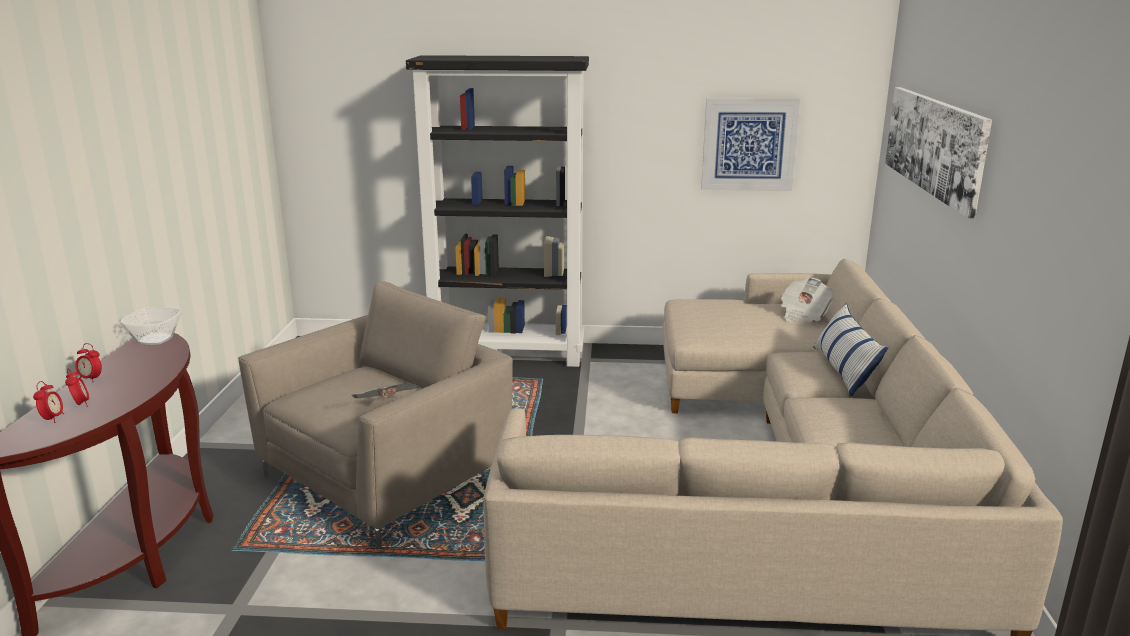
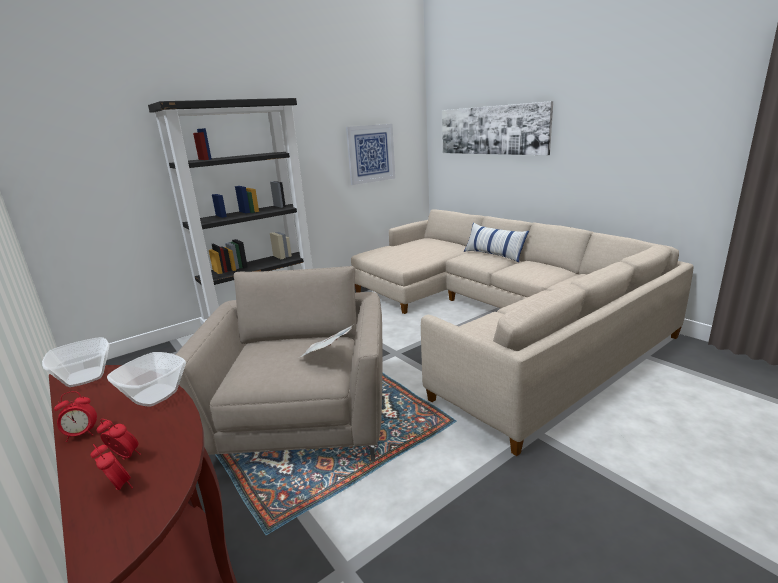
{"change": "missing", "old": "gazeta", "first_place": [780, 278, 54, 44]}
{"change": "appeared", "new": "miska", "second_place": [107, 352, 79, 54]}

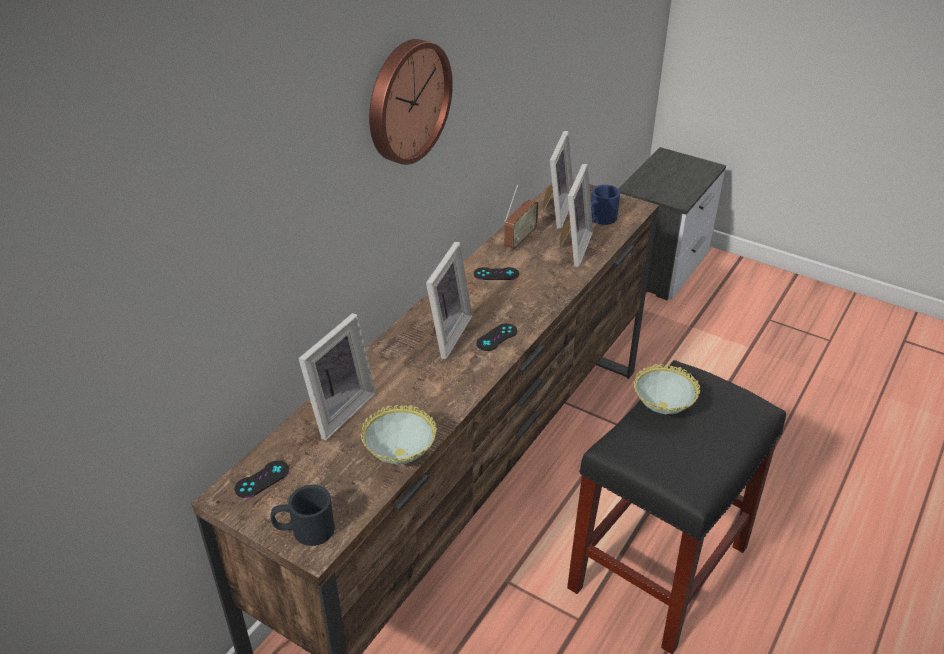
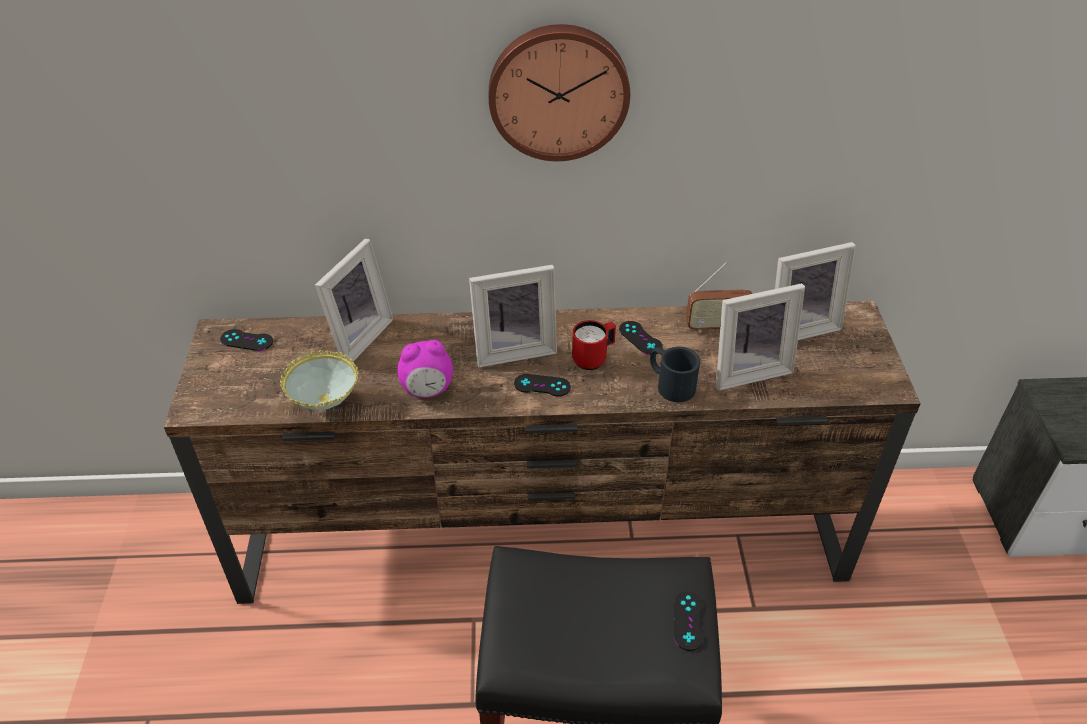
{"change": "missing", "old": "kubek (niebieski)", "first_place": [591, 185, 29, 40]}
{"change": "spun", "old": "ramka na zdjęcie", "first_place": [298, 313, 78, 127], "second_place": [315, 238, 79, 127], "degrees": -60}
{"change": "missing", "old": "miska", "first_place": [634, 364, 66, 50]}
{"change": "relocated", "old": "kubek (czarny)", "first_place": [271, 485, 64, 61], "second_place": [650, 347, 50, 55]}
{"change": "appeared", "new": "kubek (czerwony)", "second_place": [572, 320, 44, 50]}
{"change": "appeared", "new": "budzik", "second_place": [398, 340, 55, 58]}
{"change": "appeared", "new": "pad do gier (czarny)", "second_place": [674, 591, 30, 60]}

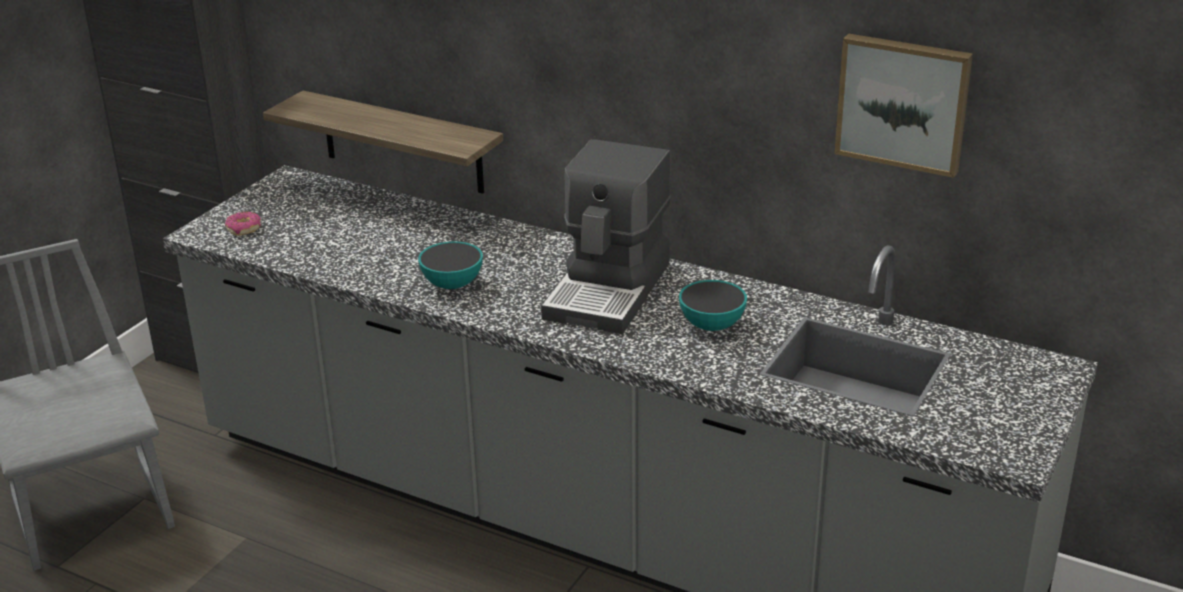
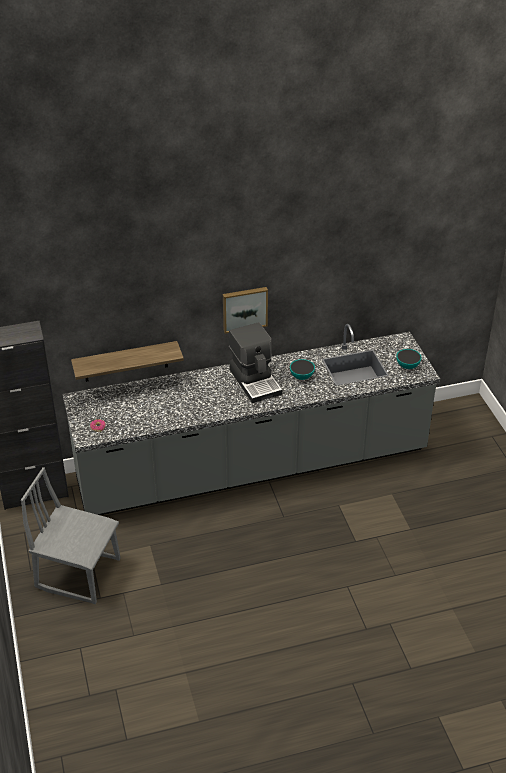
{"change": "relocated", "old": "obraz", "first_place": [834, 33, 139, 145], "second_place": [223, 287, 45, 47]}
{"change": "relocated", "old": "miska", "first_place": [418, 241, 65, 48], "second_place": [396, 349, 26, 20]}

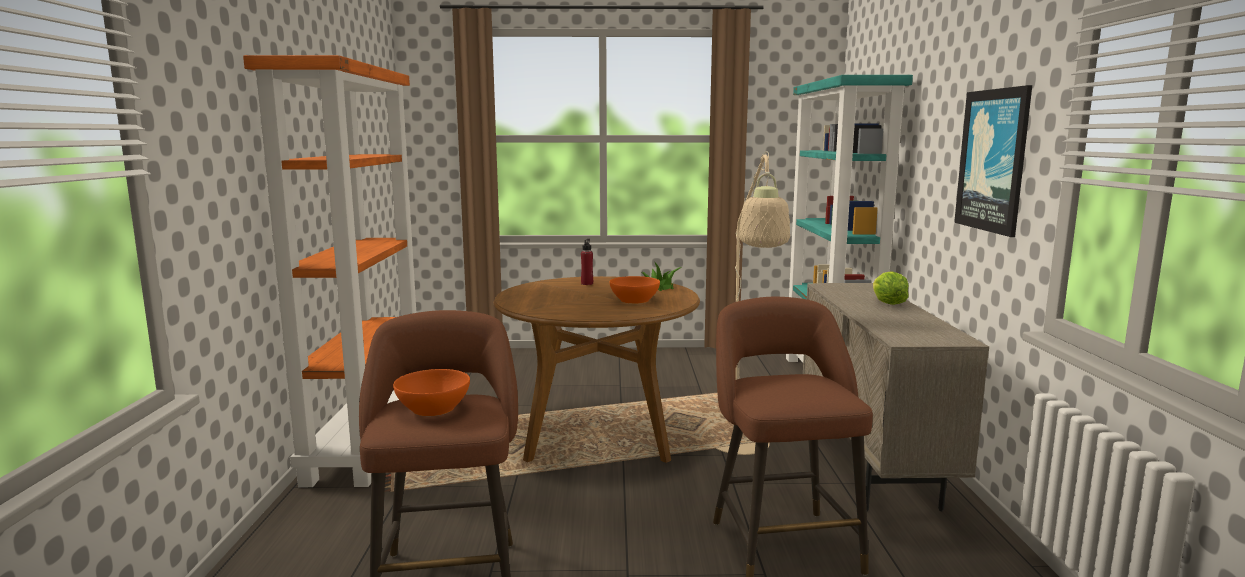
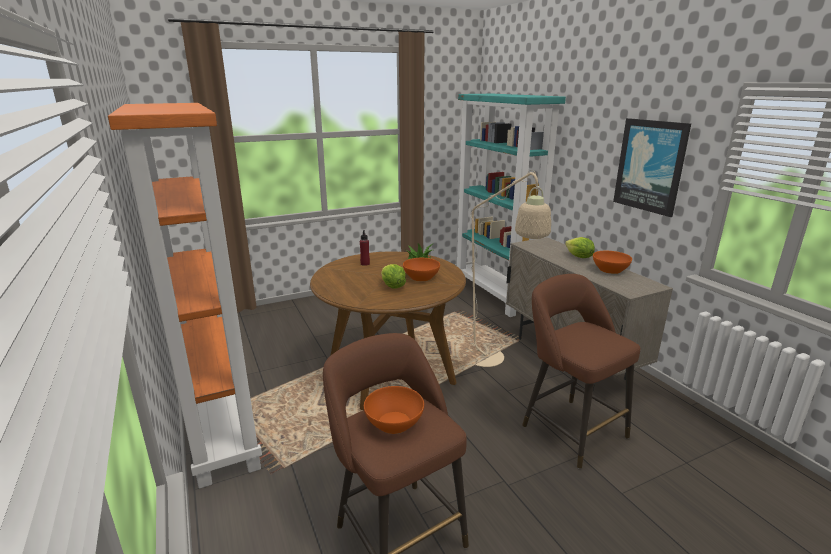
{"change": "appeared", "new": "miska (pomarańczowy)", "second_place": [593, 251, 39, 23]}
{"change": "appeared", "new": "sałata", "second_place": [381, 264, 25, 24]}

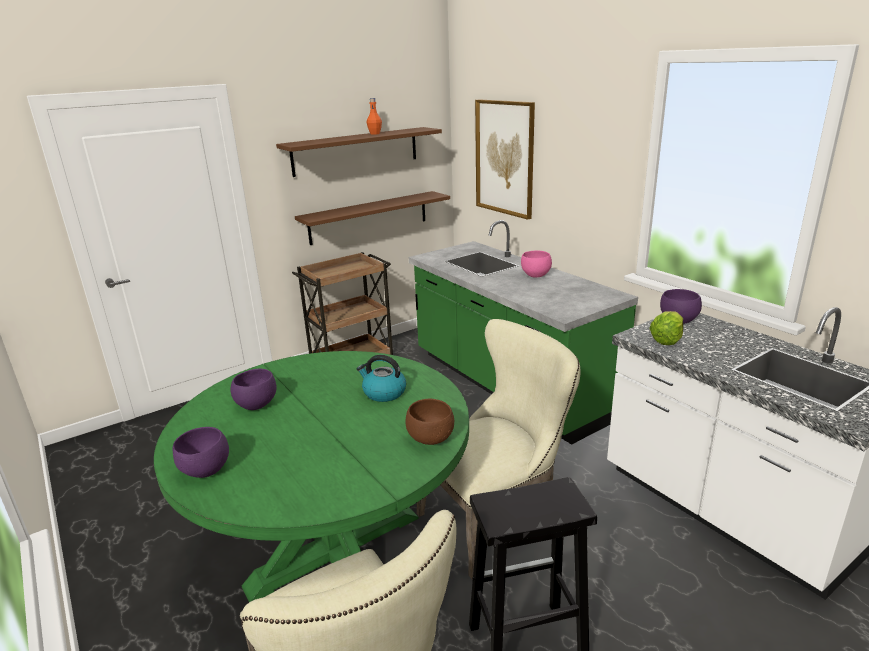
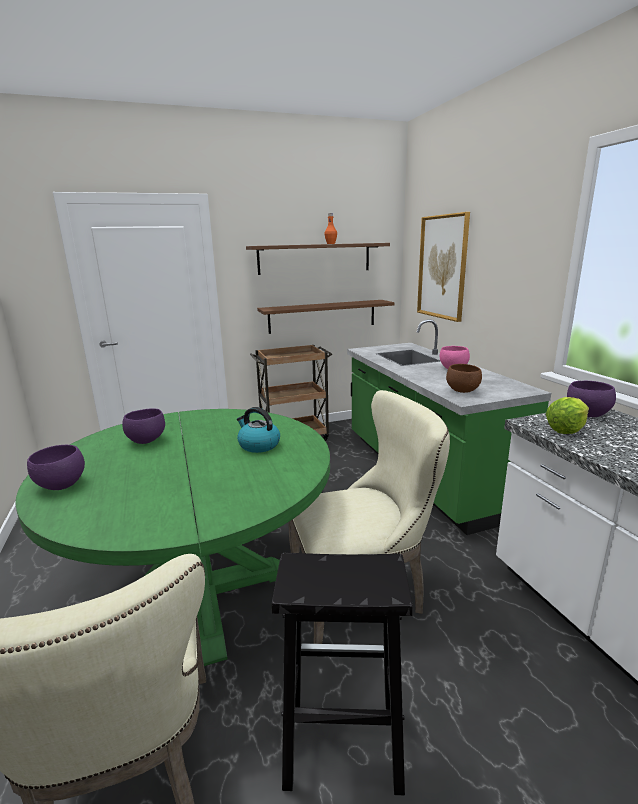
{"change": "relocated", "old": "miska (brązowy)", "first_place": [405, 399, 49, 46], "second_place": [446, 364, 36, 29]}

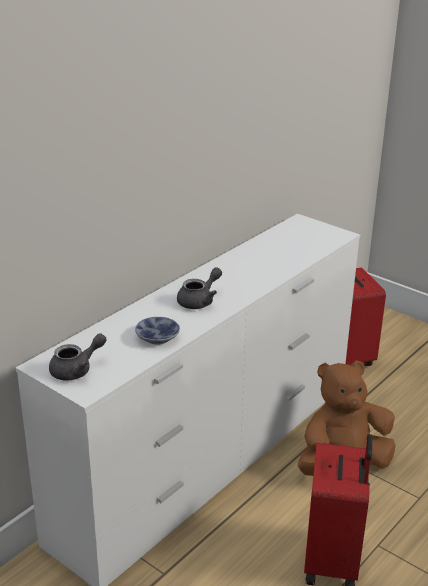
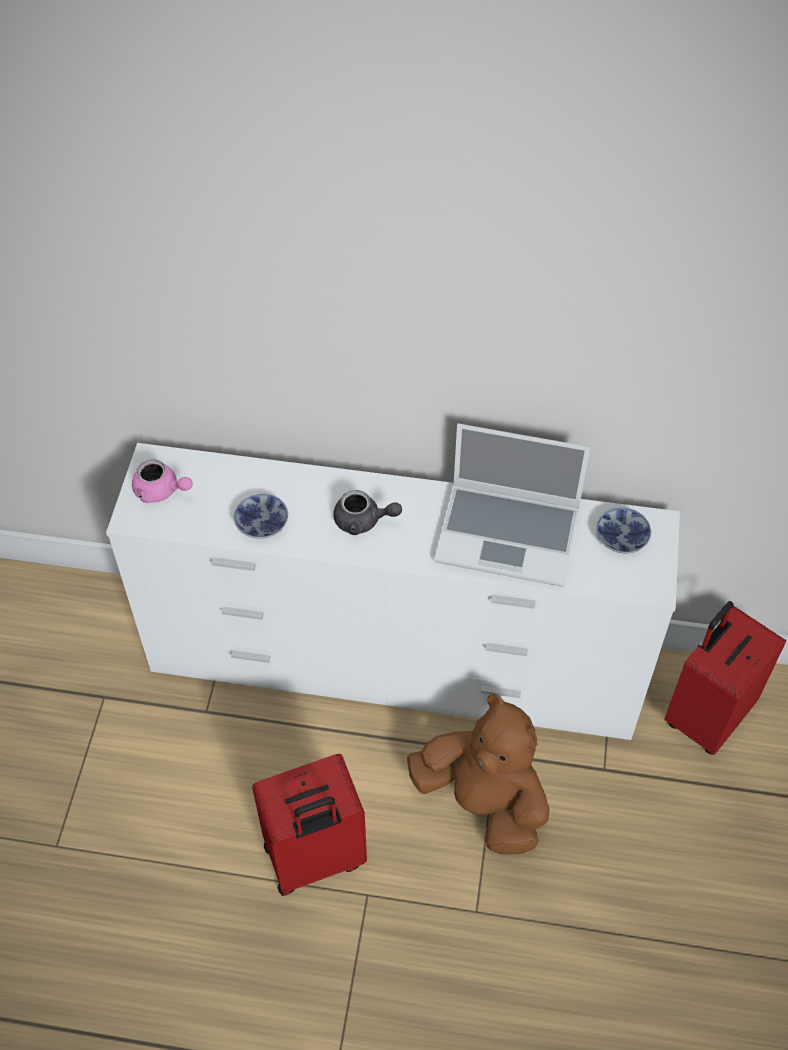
{"change": "colour", "old": "imbryk (szary)", "new": "imbryk (różowy)", "first_place": [49, 334, 58, 47], "second_place": [132, 459, 61, 44]}
{"change": "appeared", "new": "laptop", "second_place": [434, 423, 157, 164]}
{"change": "appeared", "new": "miska", "second_place": [596, 508, 55, 45]}

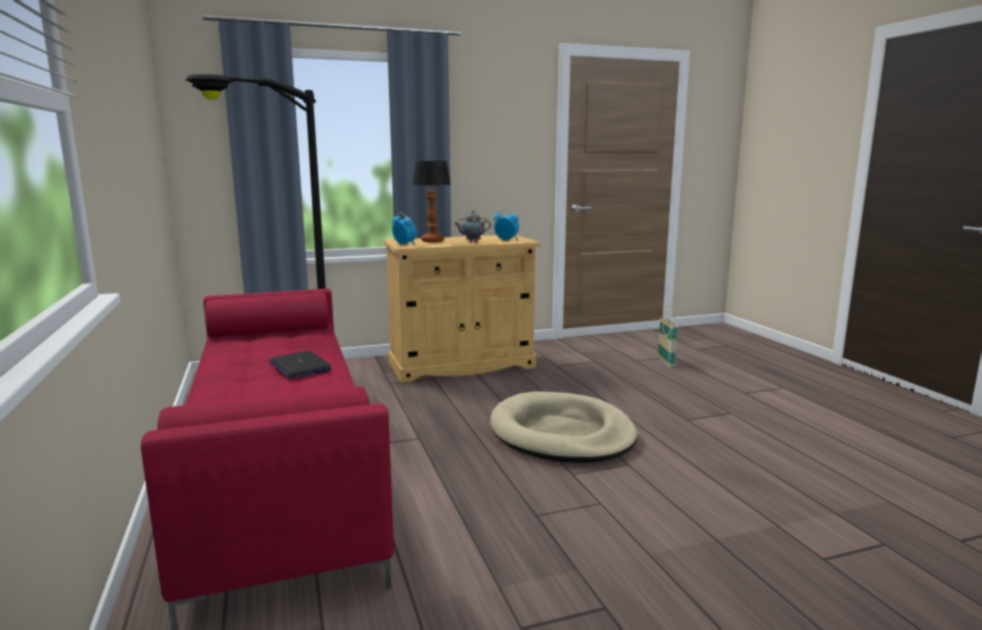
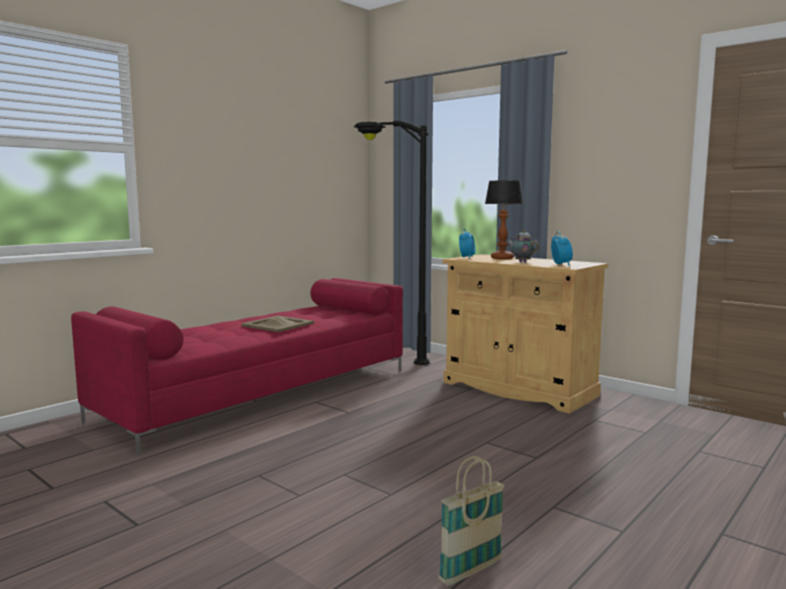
{"change": "relocated", "old": "koszyk", "first_place": [658, 305, 20, 62], "second_place": [439, 456, 65, 130]}
{"change": "exchanged", "old": "laptop", "new": "taca (beżowy)", "first_place": [269, 351, 63, 28], "second_place": [241, 316, 73, 16]}
{"change": "missing", "old": "legowisko (beżowy)", "first_place": [490, 391, 148, 71]}

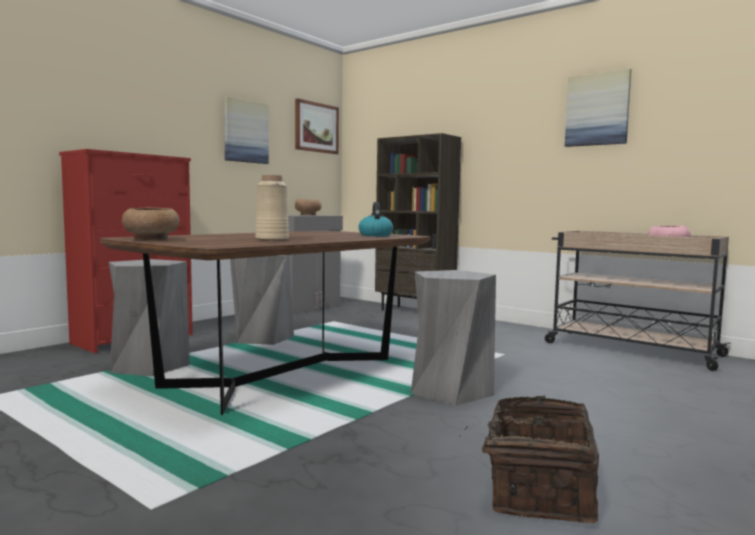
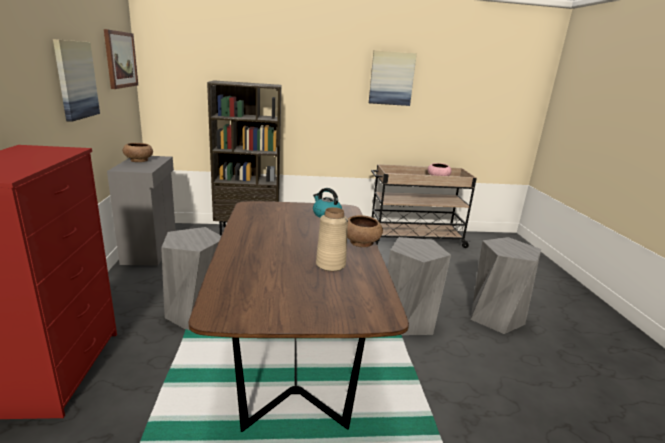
{"change": "relocated", "old": "miska (brązowy)", "first_place": [122, 207, 58, 34], "second_place": [347, 215, 36, 32]}
{"change": "relocated", "old": "stołek (szary)", "first_place": [109, 259, 81, 117], "second_place": [471, 237, 70, 97]}
{"change": "missing", "old": "koszyk", "first_place": [459, 395, 140, 128]}

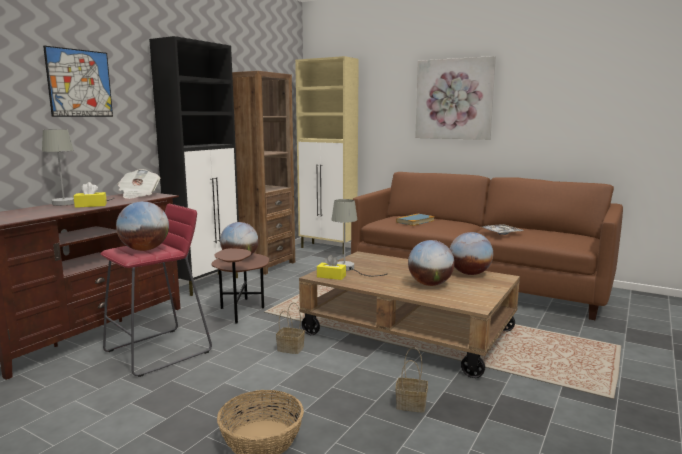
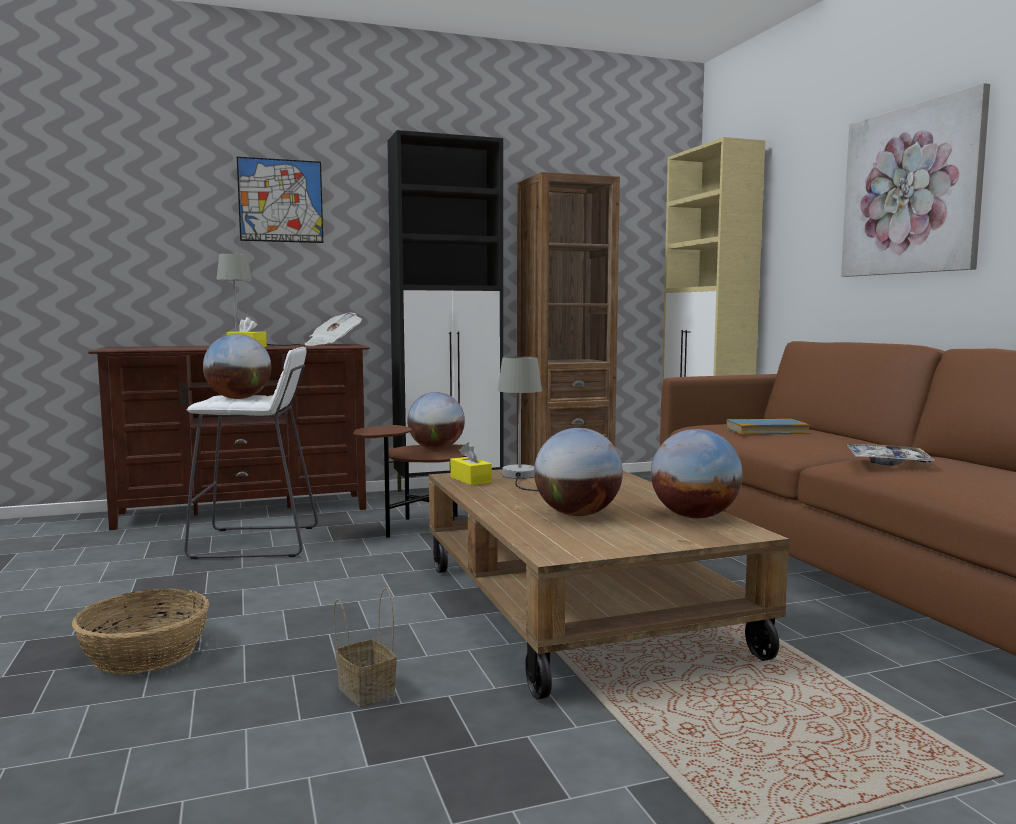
{"change": "colour", "old": "stołek (czerwony)", "new": "stołek (biały)", "first_place": [100, 204, 112, 173], "second_place": [184, 347, 134, 212]}
{"change": "missing", "old": "koszyk", "first_place": [276, 302, 29, 52]}

